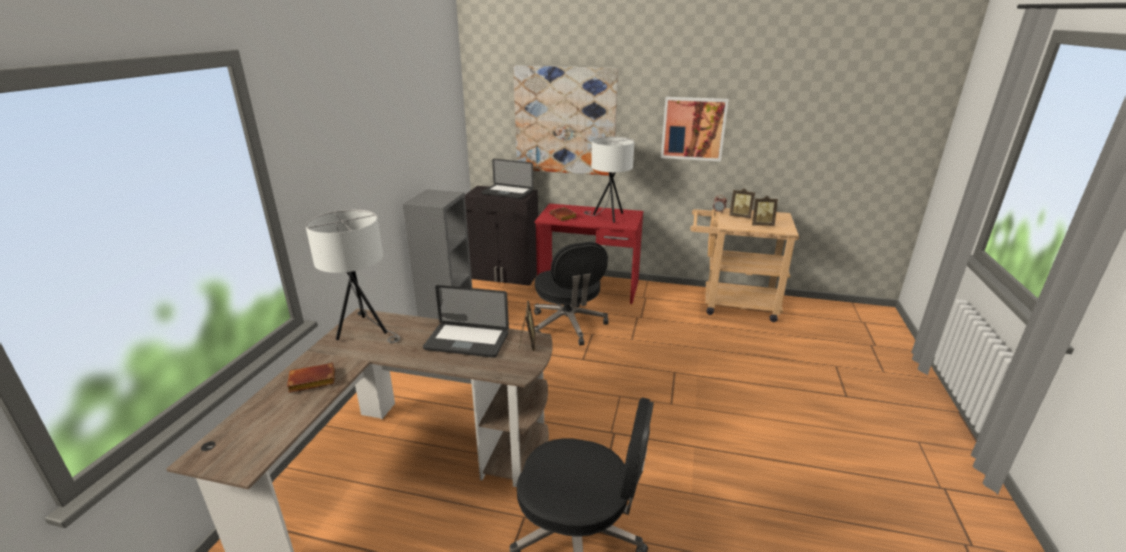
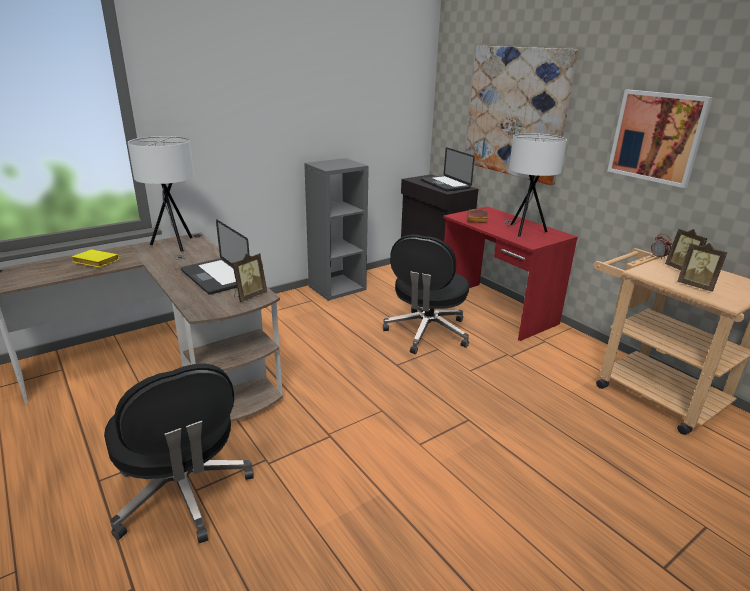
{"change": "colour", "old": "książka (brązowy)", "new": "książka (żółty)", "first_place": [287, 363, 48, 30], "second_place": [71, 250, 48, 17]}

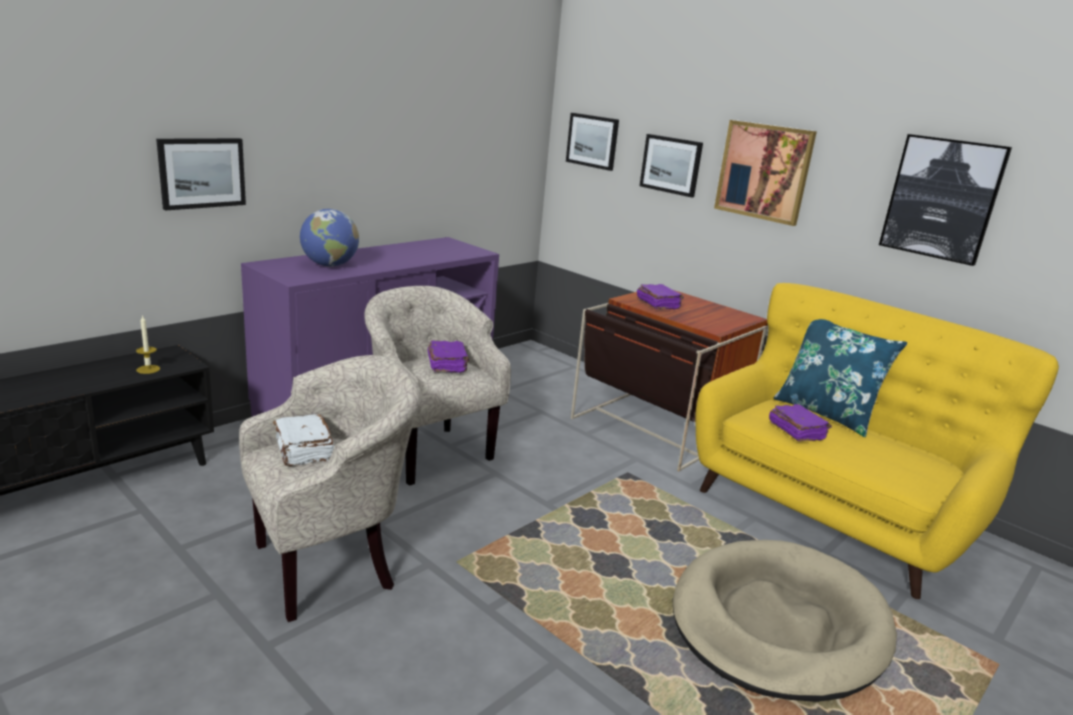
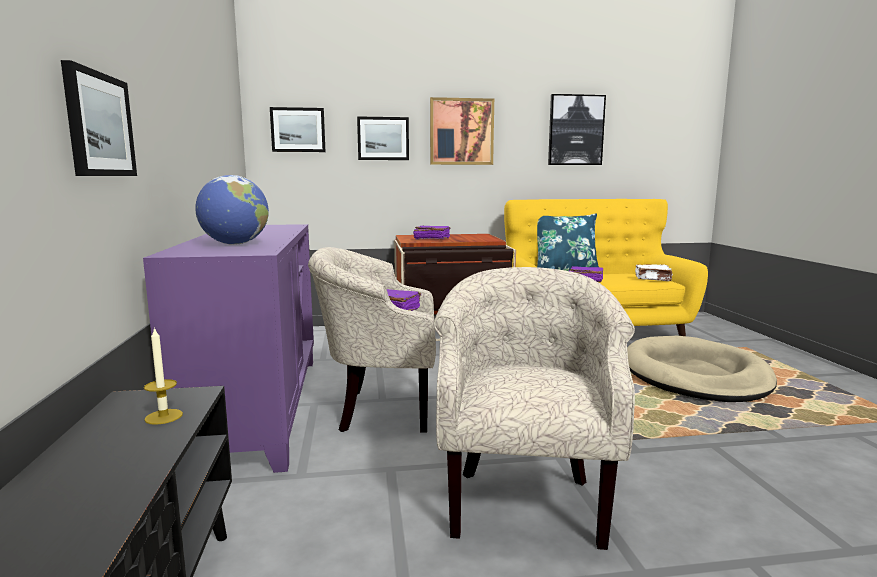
{"change": "relocated", "old": "książka (biały)", "first_place": [273, 414, 61, 52], "second_place": [635, 264, 38, 17]}

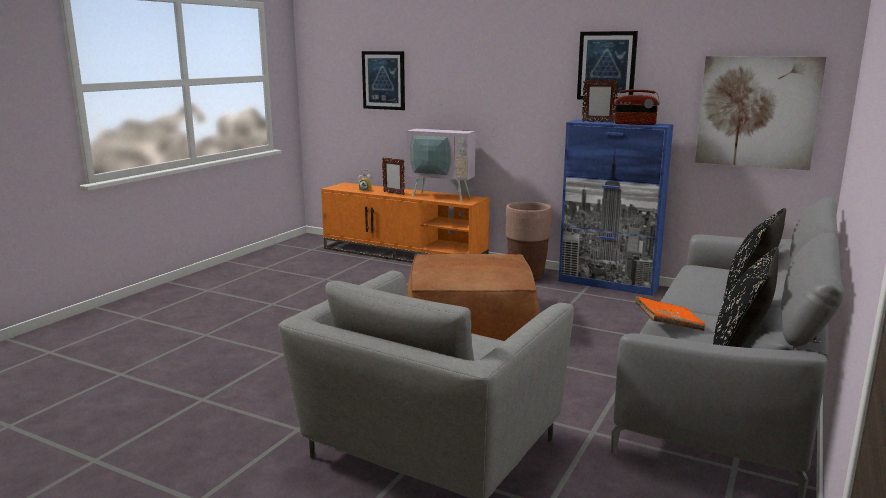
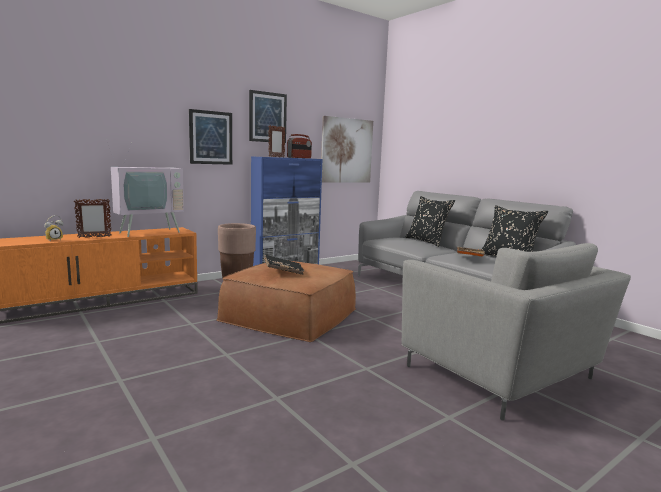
{"change": "relocated", "old": "obraz", "first_place": [362, 51, 43, 59], "second_place": [189, 109, 43, 56]}
{"change": "appeared", "new": "książka (czarny)", "second_place": [264, 254, 40, 21]}

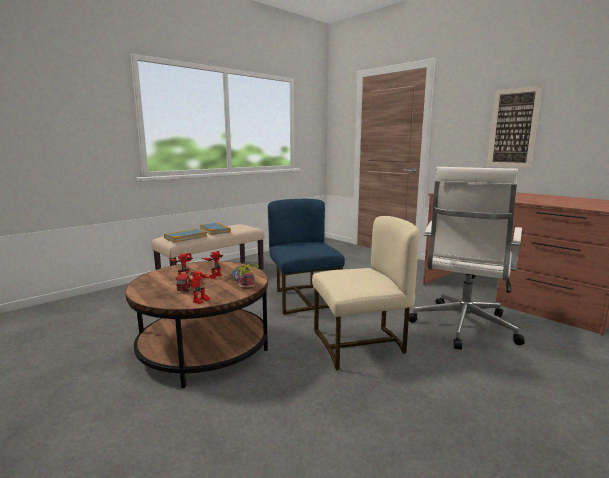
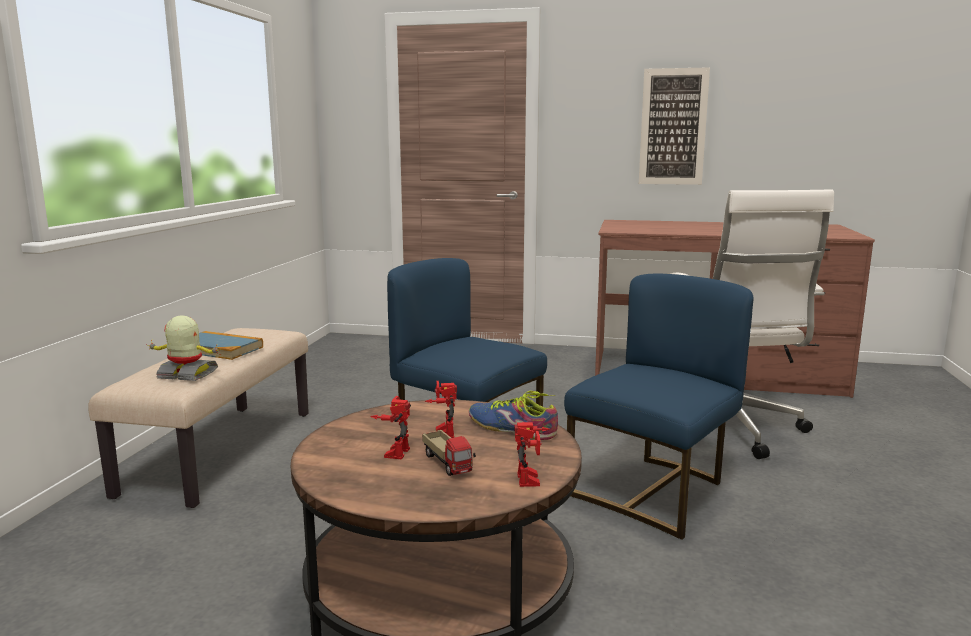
{"change": "colour", "old": "krzesło (beżowy)", "new": "krzesło (niebieski)", "first_place": [312, 216, 107, 154], "second_place": [564, 273, 190, 267]}
{"change": "exchanged", "old": "książka", "new": "robot zabawkowy", "first_place": [164, 229, 43, 14], "second_place": [146, 316, 75, 65]}

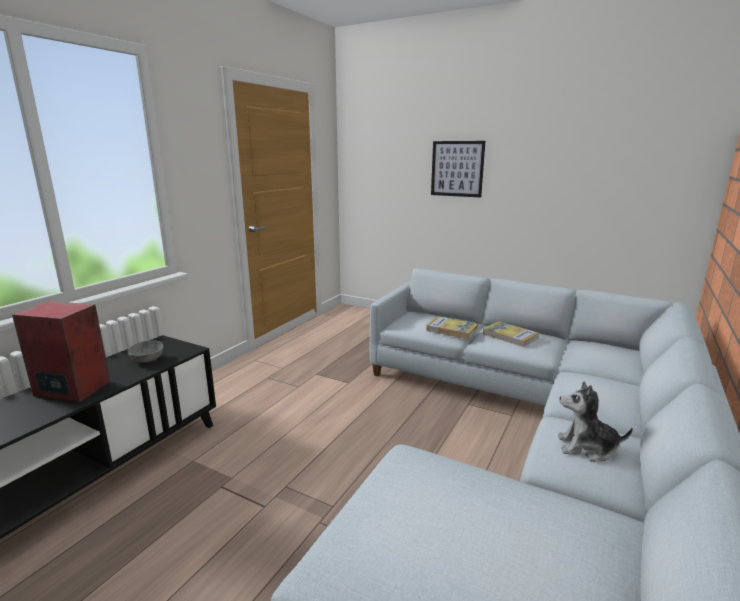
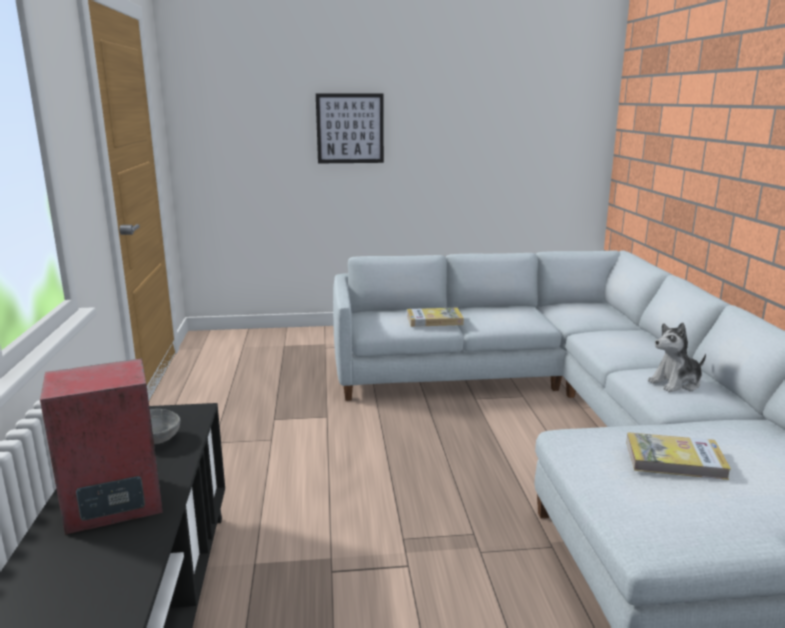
{"change": "relocated", "old": "książka", "first_place": [483, 321, 56, 26], "second_place": [626, 432, 105, 48]}

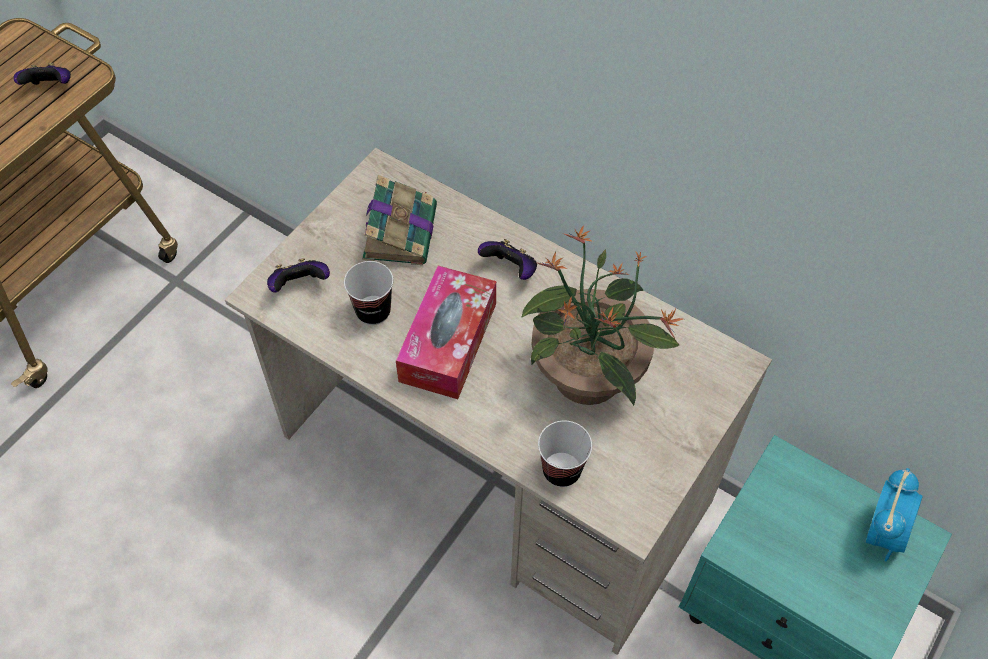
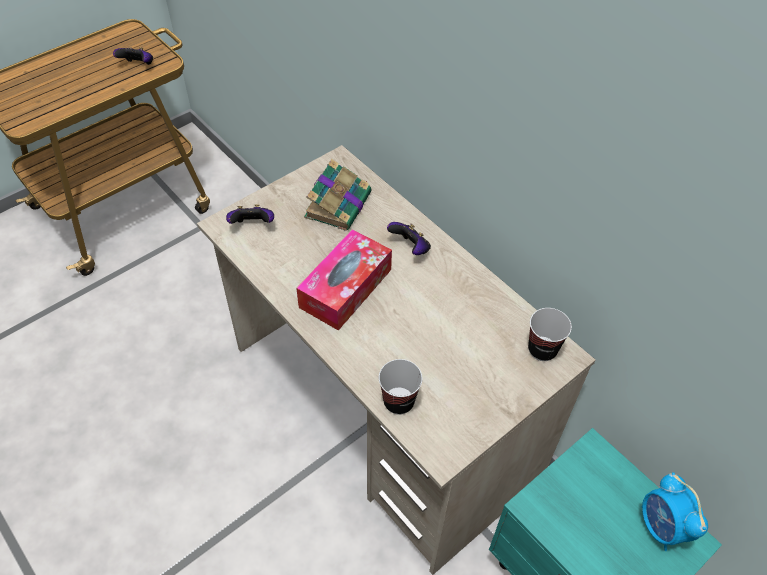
{"change": "missing", "old": "roślina doniczkowa", "first_place": [521, 225, 162, 181]}
{"change": "relocated", "old": "filiżanka", "first_place": [344, 261, 49, 64], "second_place": [528, 308, 44, 53]}
{"change": "spun", "old": "budzik", "first_place": [866, 468, 57, 94], "second_place": [642, 472, 66, 79], "degrees": 120}

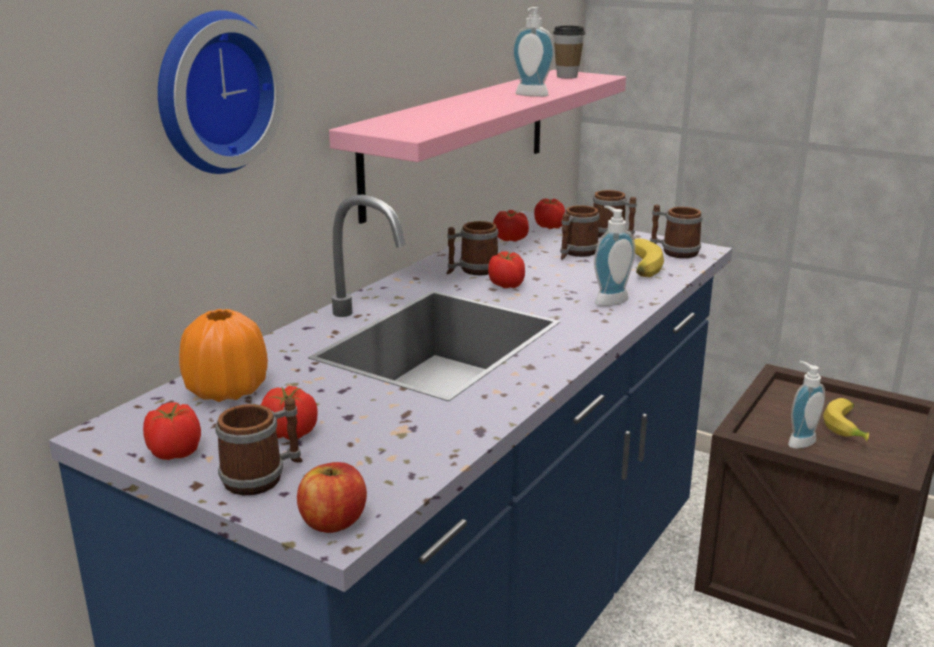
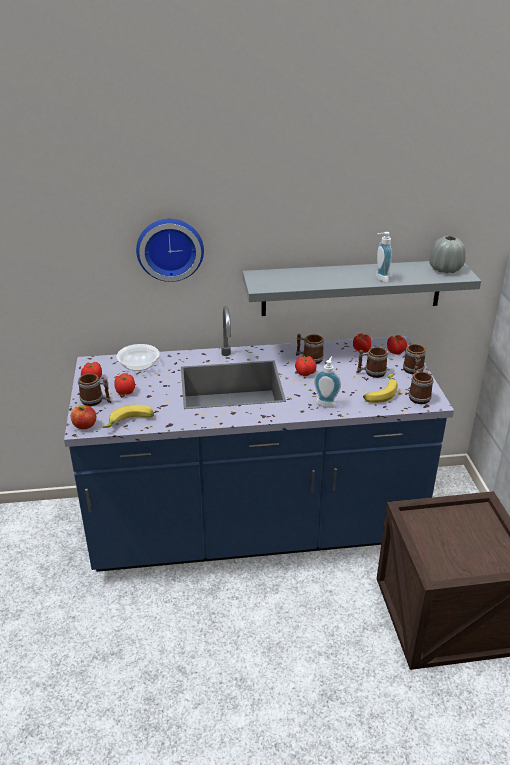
{"change": "exchanged", "old": "filiżanka", "new": "wazon (szary)", "first_place": [553, 26, 32, 53], "second_place": [429, 236, 37, 37]}
{"change": "colour", "old": "półka (różowy)", "new": "półka (szary)", "first_place": [329, 70, 297, 154], "second_place": [243, 261, 238, 55]}
{"change": "exchanged", "old": "wazon (pomarańczowy)", "new": "miska", "first_place": [179, 309, 89, 93], "second_place": [117, 344, 43, 27]}
{"change": "missing", "old": "dozownik mydła", "first_place": [788, 361, 37, 88]}
{"change": "relocated", "old": "banan", "first_place": [823, 398, 46, 44], "second_place": [103, 405, 51, 23]}

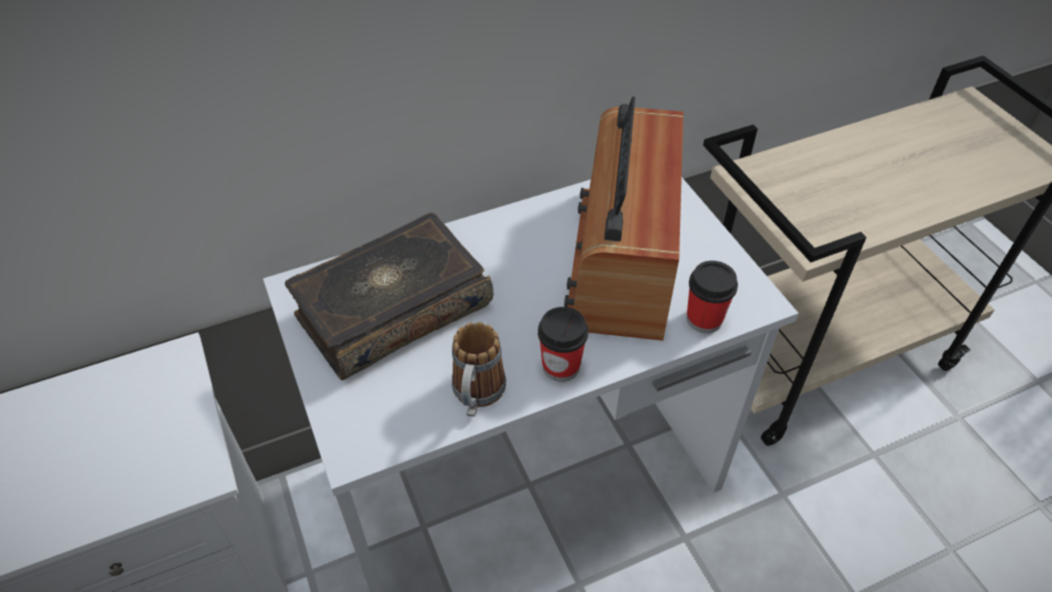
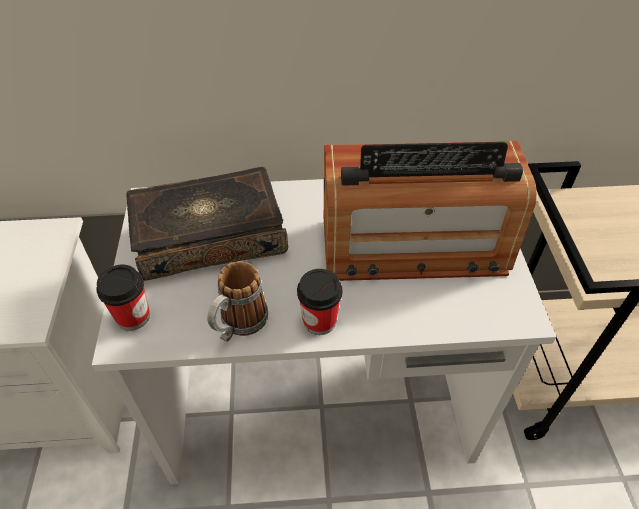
{"change": "spun", "old": "radio", "first_place": [564, 96, 120, 245], "second_place": [324, 141, 213, 140], "degrees": -120}
{"change": "relocated", "old": "filiżanka", "first_place": [687, 261, 51, 72], "second_place": [97, 264, 53, 67]}

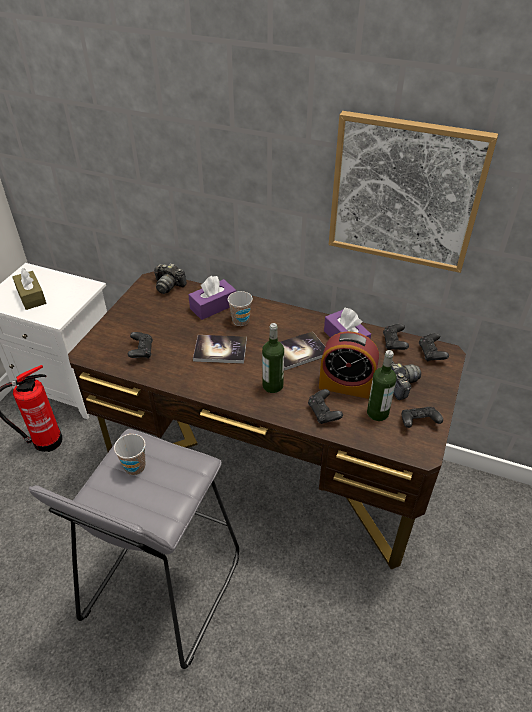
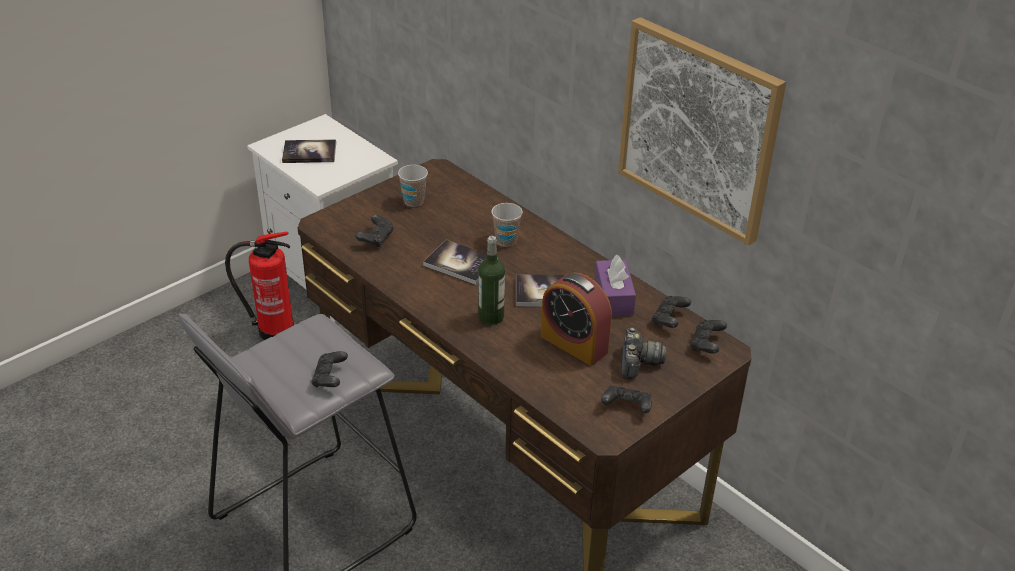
{"change": "missing", "old": "aparat fotograficzny", "first_place": [154, 263, 33, 31]}
{"change": "exchanged", "old": "pudełko chusteczek (brązowy)", "new": "książka", "first_place": [12, 268, 34, 42], "second_place": [282, 139, 54, 24]}
{"change": "missing", "old": "pudełko chusteczek (fioletowy)", "first_place": [189, 276, 47, 44]}
{"change": "missing", "old": "butelka", "first_place": [367, 350, 29, 71]}
{"change": "relocated", "old": "pad do gier (czarny)", "first_place": [308, 389, 35, 35], "second_place": [311, 351, 37, 36]}
{"change": "relocated", "old": "filiżanka", "first_place": [114, 434, 31, 41], "second_place": [398, 165, 30, 42]}

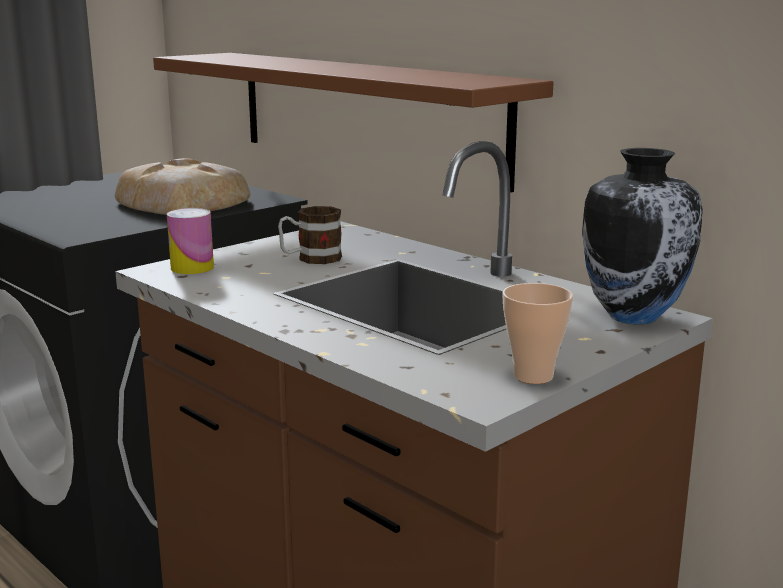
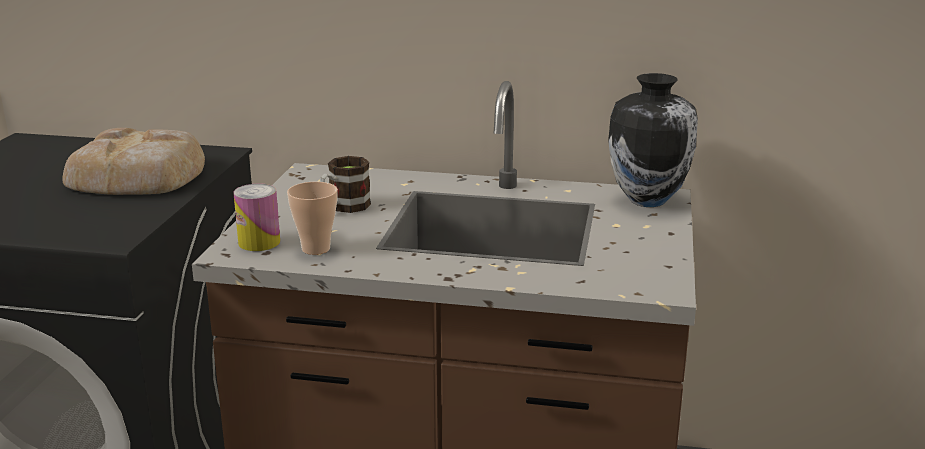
{"change": "missing", "old": "półka (brązowy)", "first_place": [153, 53, 401, 139]}
{"change": "relocated", "old": "filiżanka", "first_place": [502, 283, 71, 101], "second_place": [287, 182, 51, 73]}

